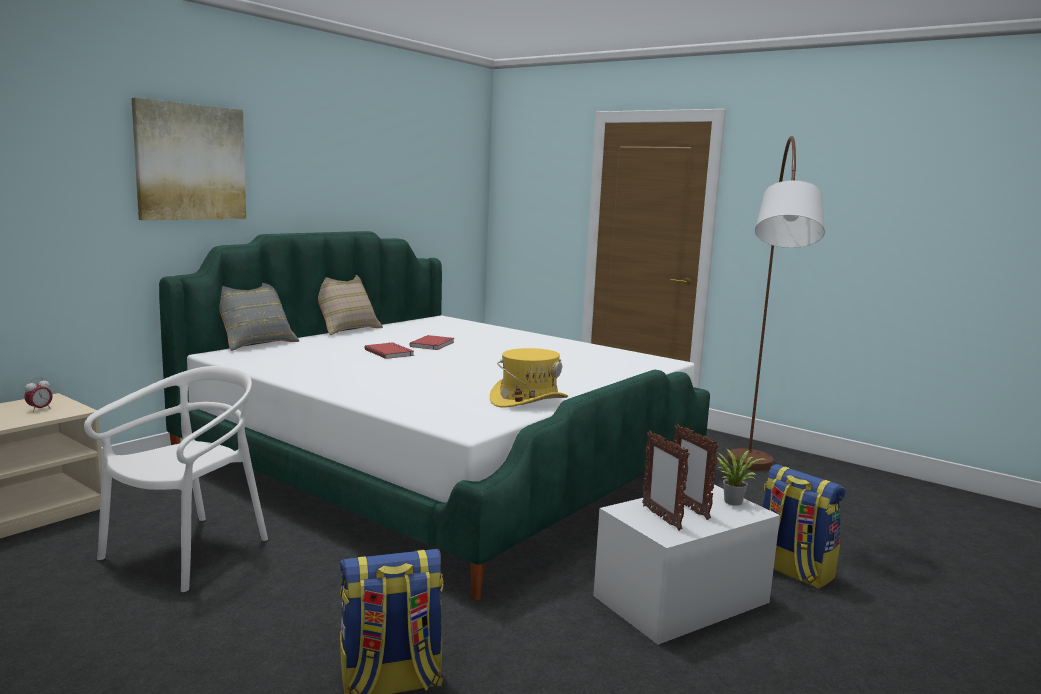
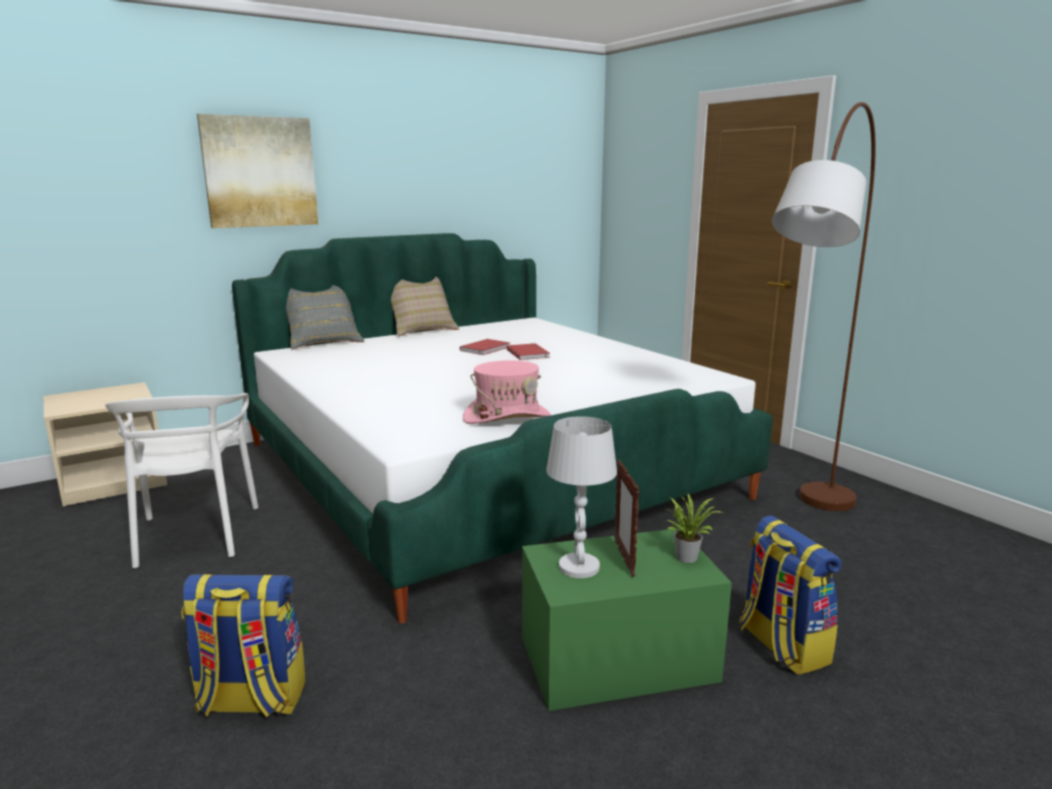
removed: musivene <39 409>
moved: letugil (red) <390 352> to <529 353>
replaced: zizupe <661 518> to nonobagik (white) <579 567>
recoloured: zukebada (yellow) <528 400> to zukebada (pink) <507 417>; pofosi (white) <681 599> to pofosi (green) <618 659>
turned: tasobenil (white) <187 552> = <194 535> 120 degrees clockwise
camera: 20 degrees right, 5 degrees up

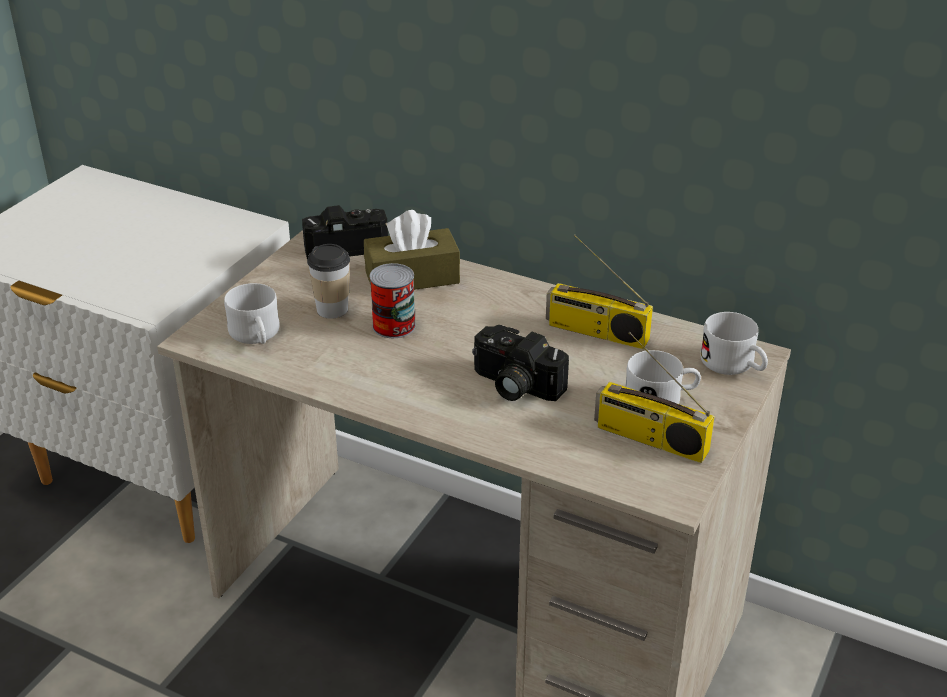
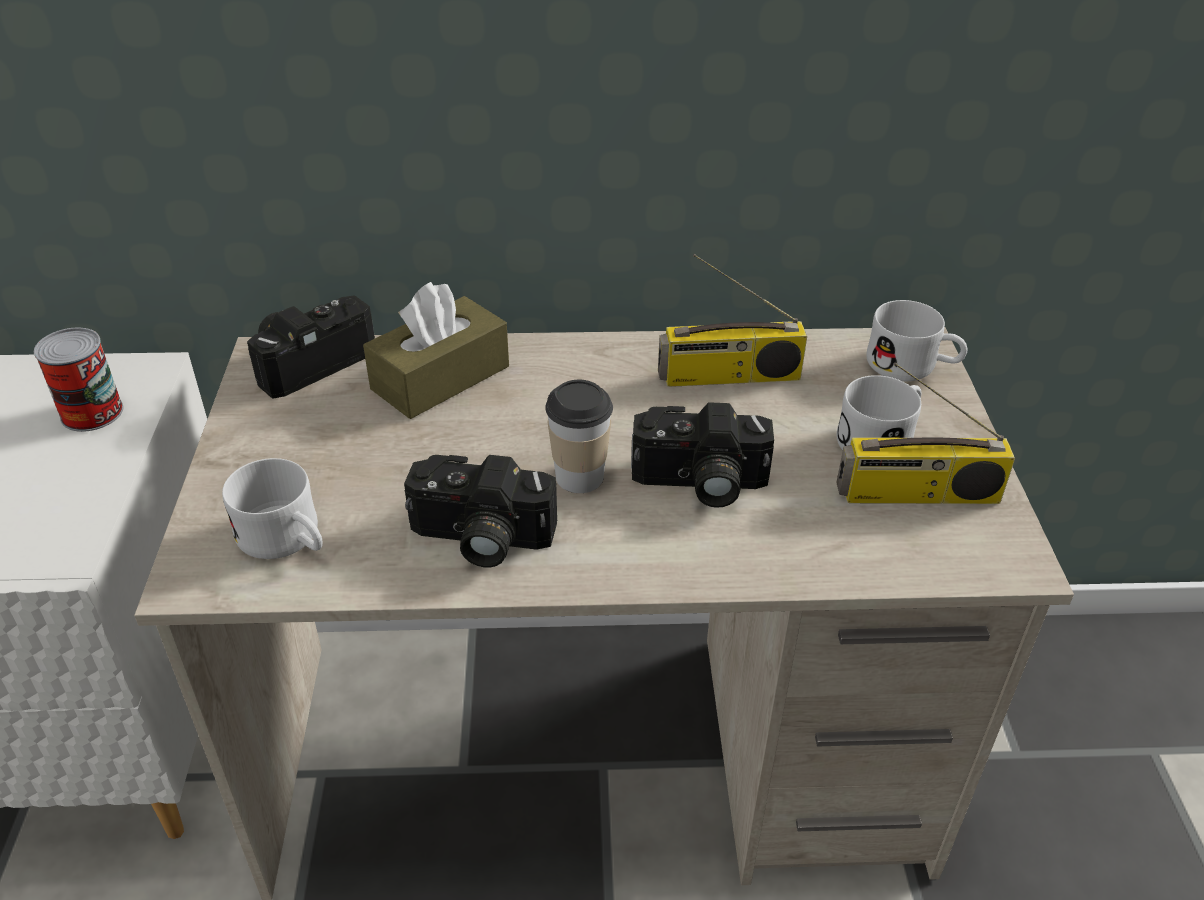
added: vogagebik <479 539>
moved: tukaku <332 309> to <579 476>; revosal <394 326> to <92 412>
camera: 30 degrees left, 5 degrees up

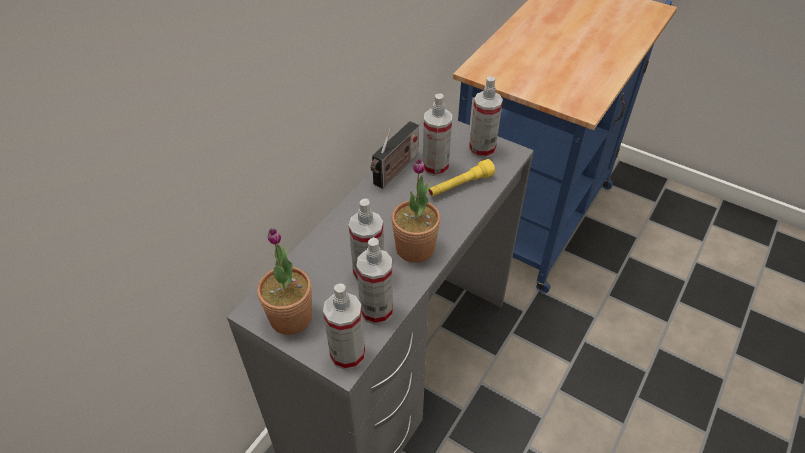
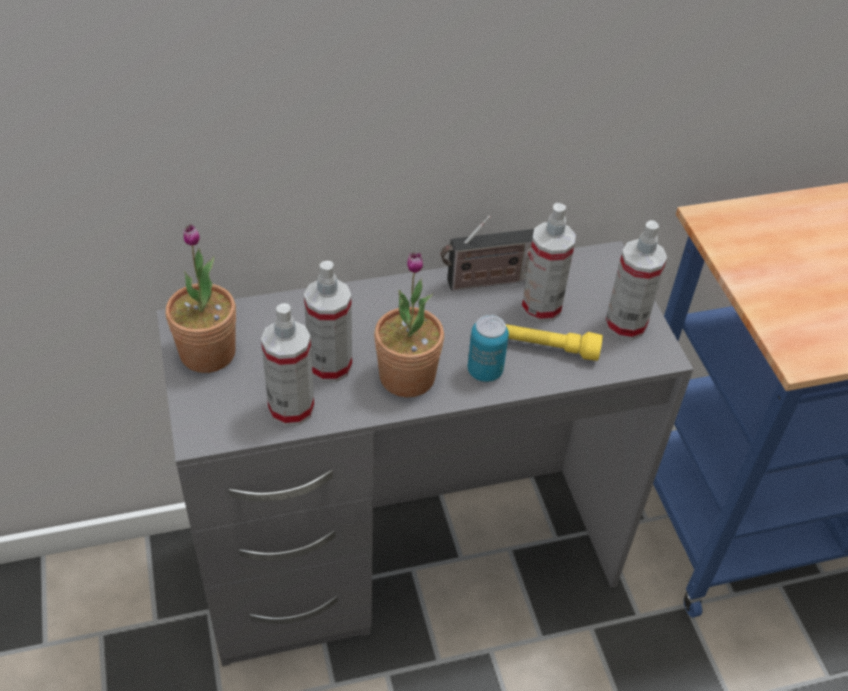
removed: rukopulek <347 354>
added: revosal <485 371>
camera: 40 degrees right, 0 degrees up

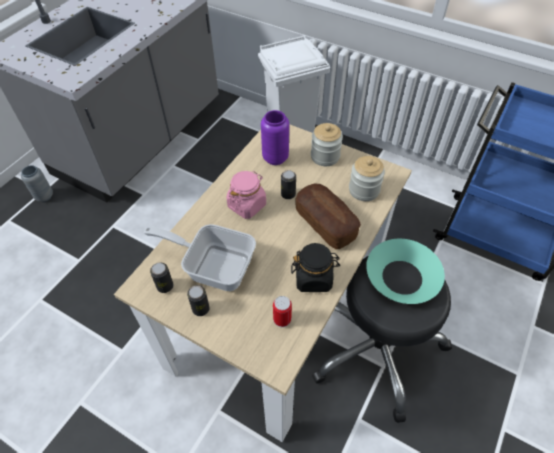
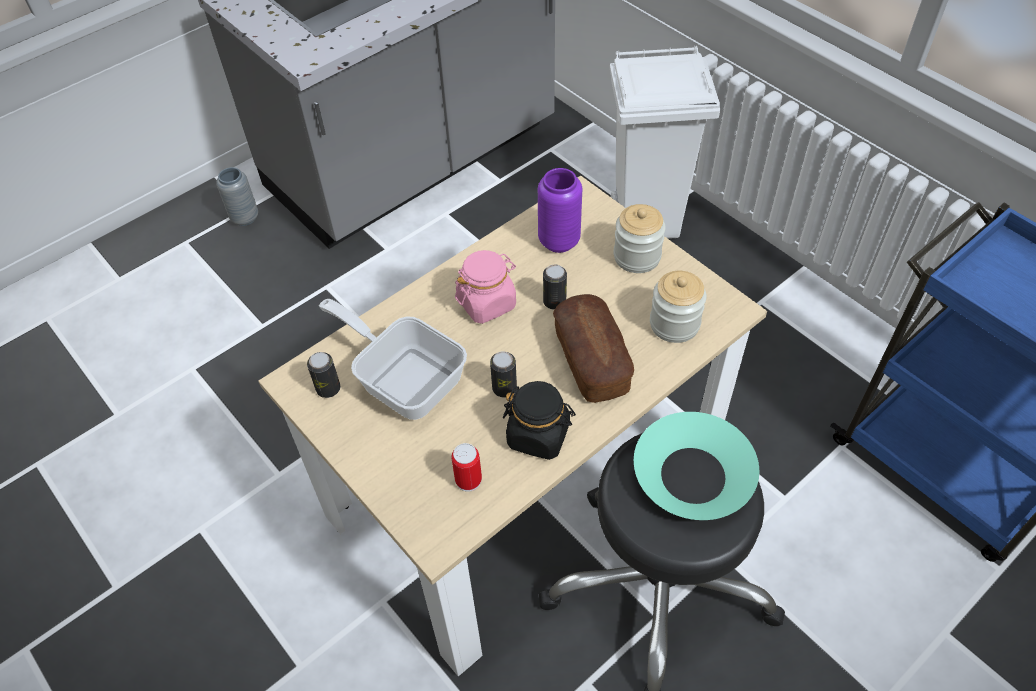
moved: revosal <201 309> to <504 388>
camera: 20 degrees right, 0 degrees up

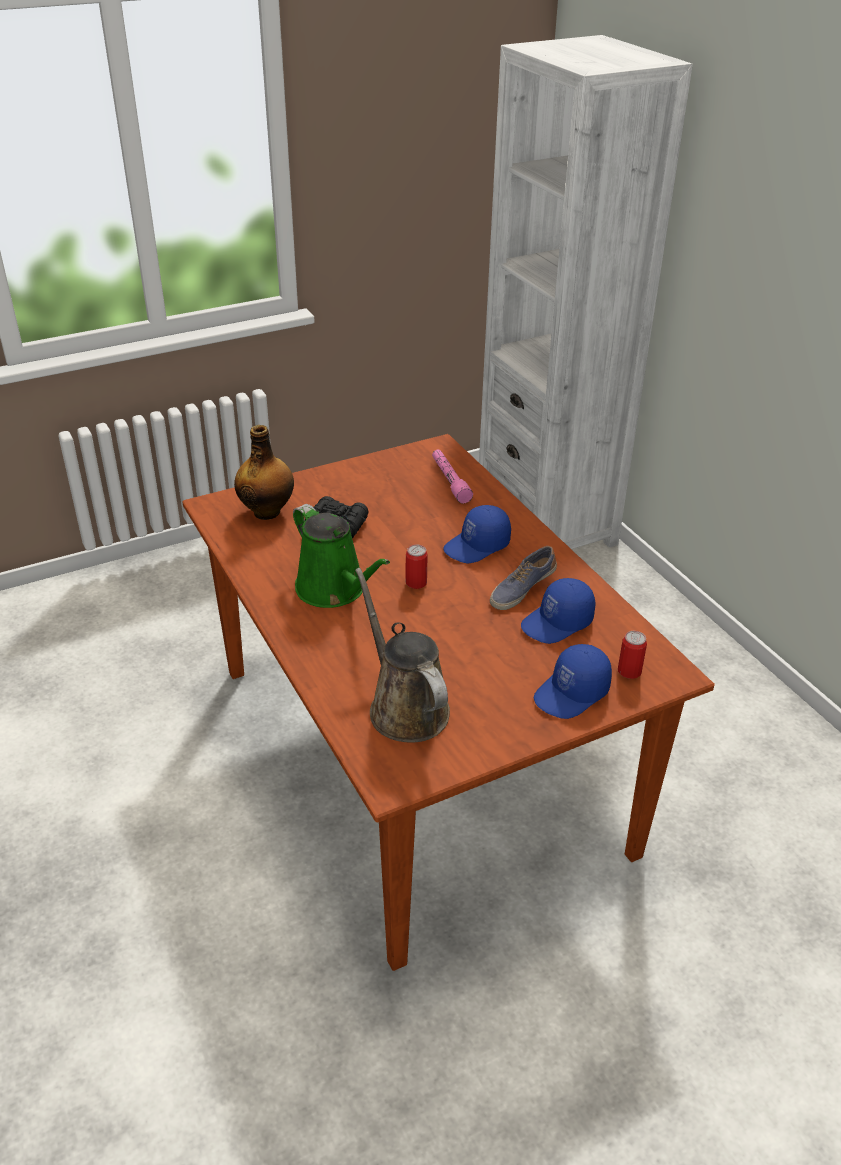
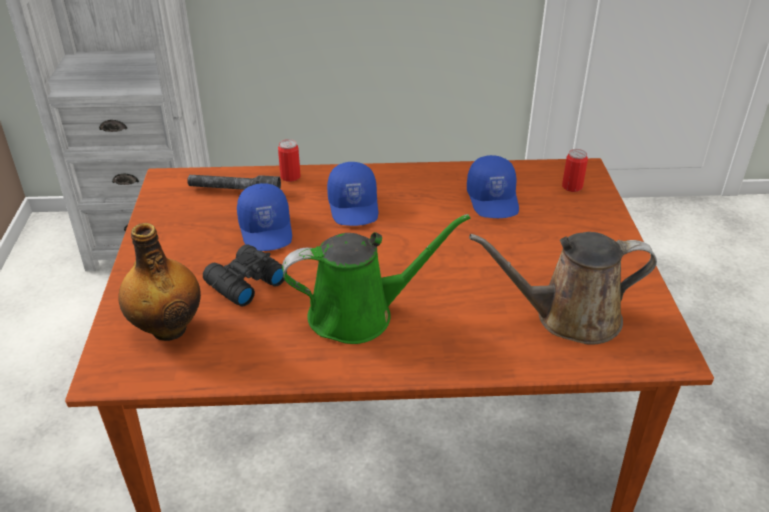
removed: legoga <521 589>
moved: revosal <416 583> to <290 177>; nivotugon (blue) <572 694> to <267 230>
recoloured: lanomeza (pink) <450 481> to lanomeza (grey) <234 190>
camera: 65 degrees left, 0 degrees up

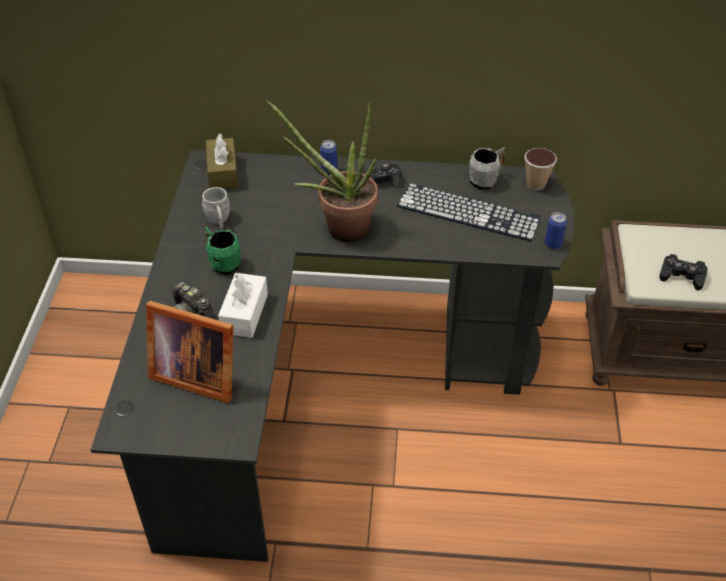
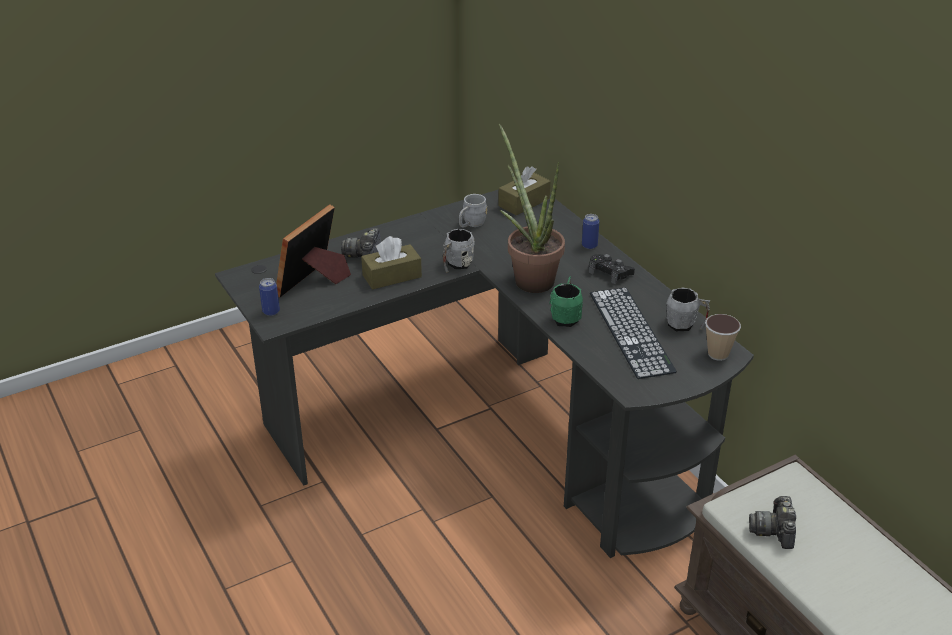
added: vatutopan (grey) <456 265>
moved: vatutopan (green) <222 263> to <566 316>; revosal <553 244> to <271 311>
replaced: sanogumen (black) <682 276> to vogagebik <774 531>
recoloured: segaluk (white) <244 313> to segaluk (brown) <392 276>
turned: zizupe <195 374> = <315 281> 45 degrees clockwise
camera: 55 degrees right, 10 degrees down

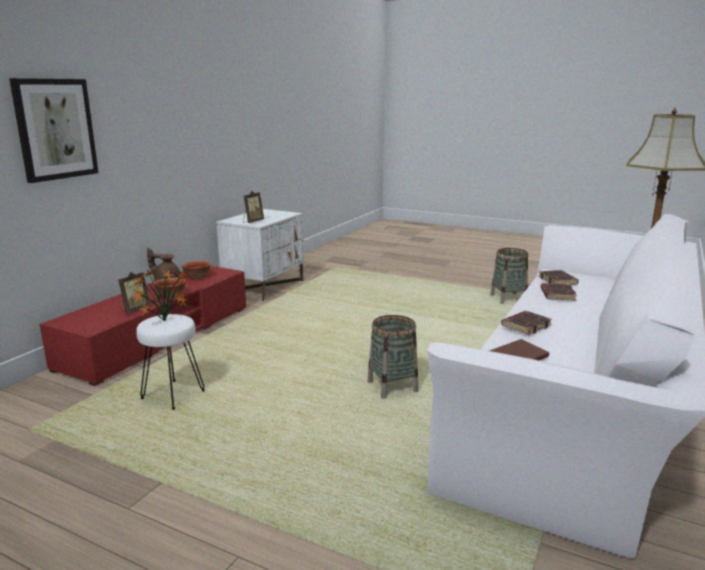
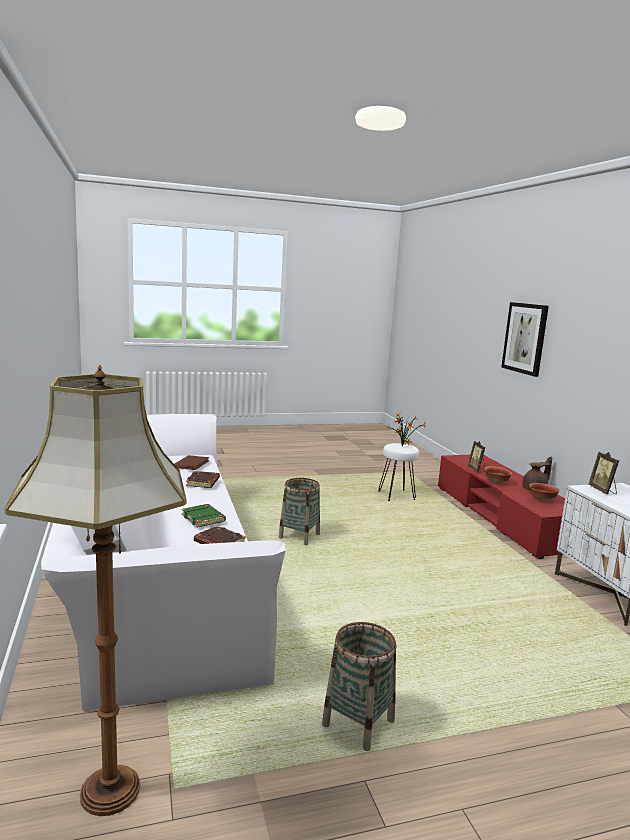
recoloured: letugil (brown) <556 295> to letugil (green) <204 519>
camera: 135 degrees right, 5 degrees down

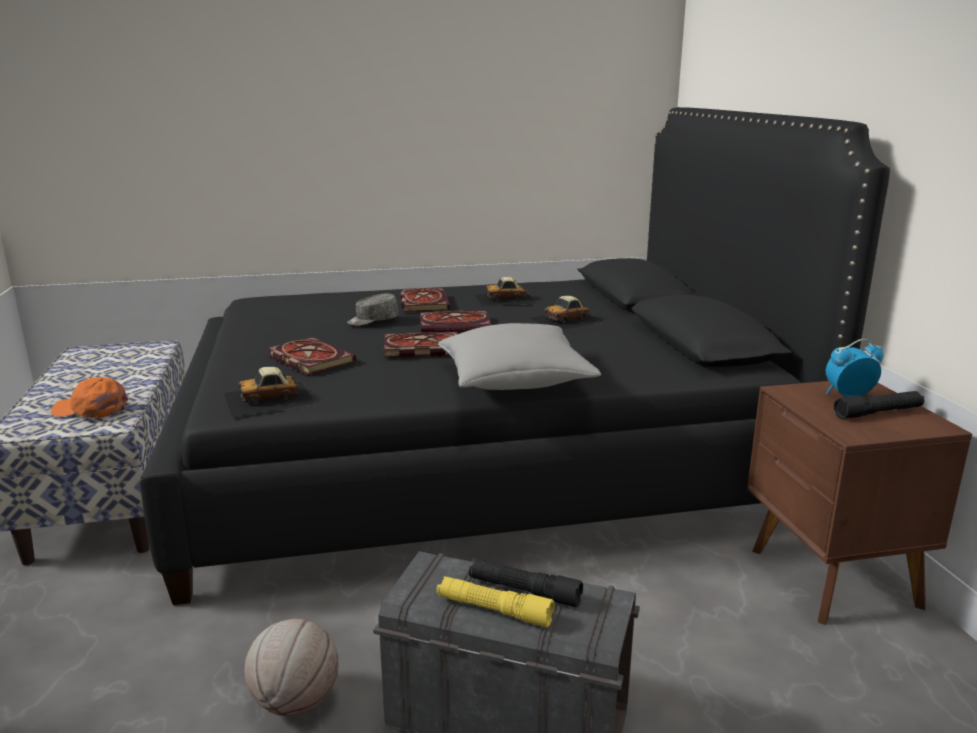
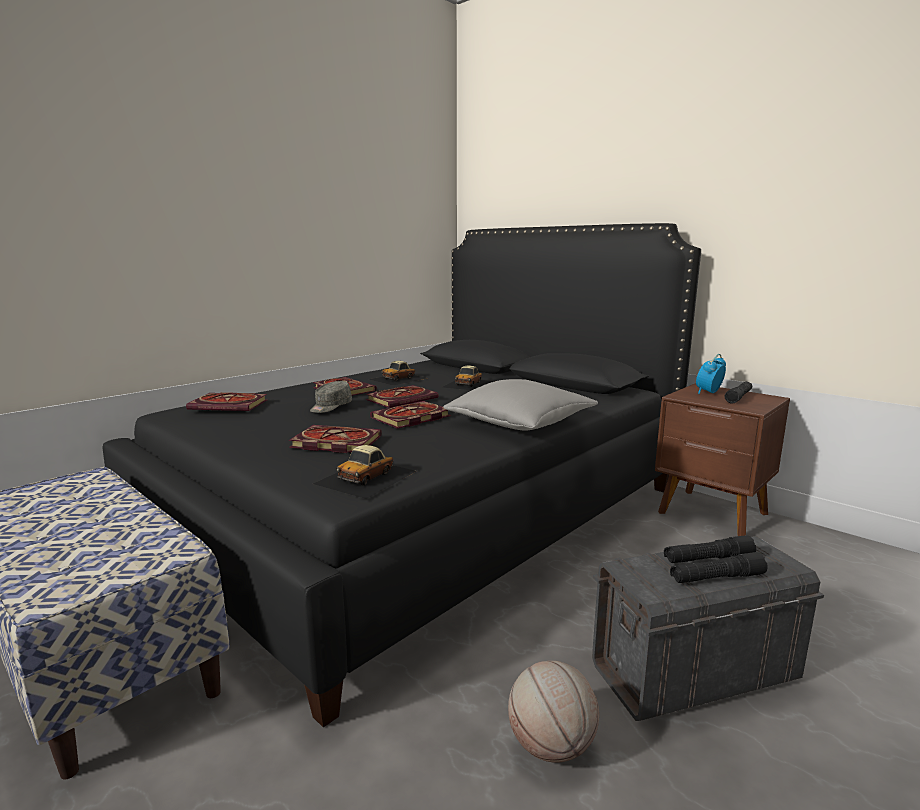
removed: nivotugon (orange) <91 409>
added: letugil <231 405>
recoloured: lanomeza (yellow) <494 610> to lanomeza (black) <716 578>
camera: 35 degrees left, 5 degrees down

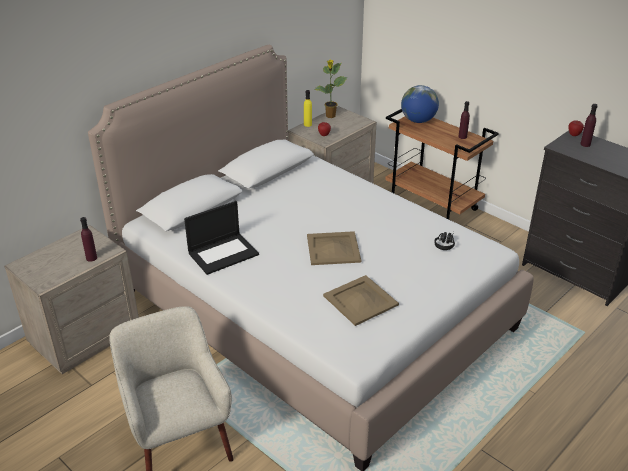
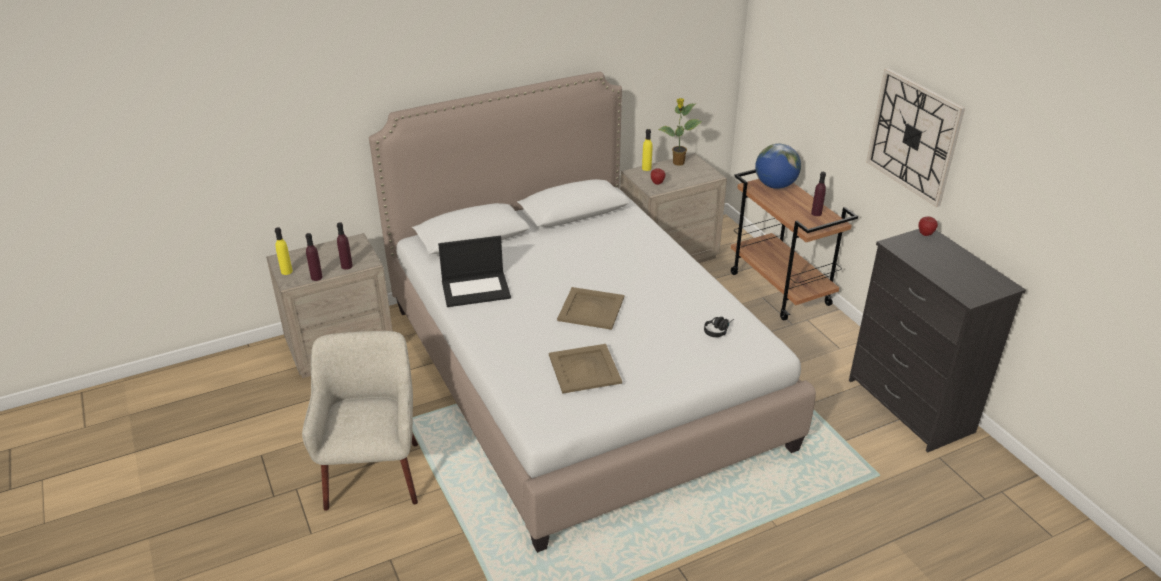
added: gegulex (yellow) <286 271>; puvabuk <913 136>
moved: gegulex (purple) <585 144> to <316 277>
camera: 20 degrees right, 0 degrees up

